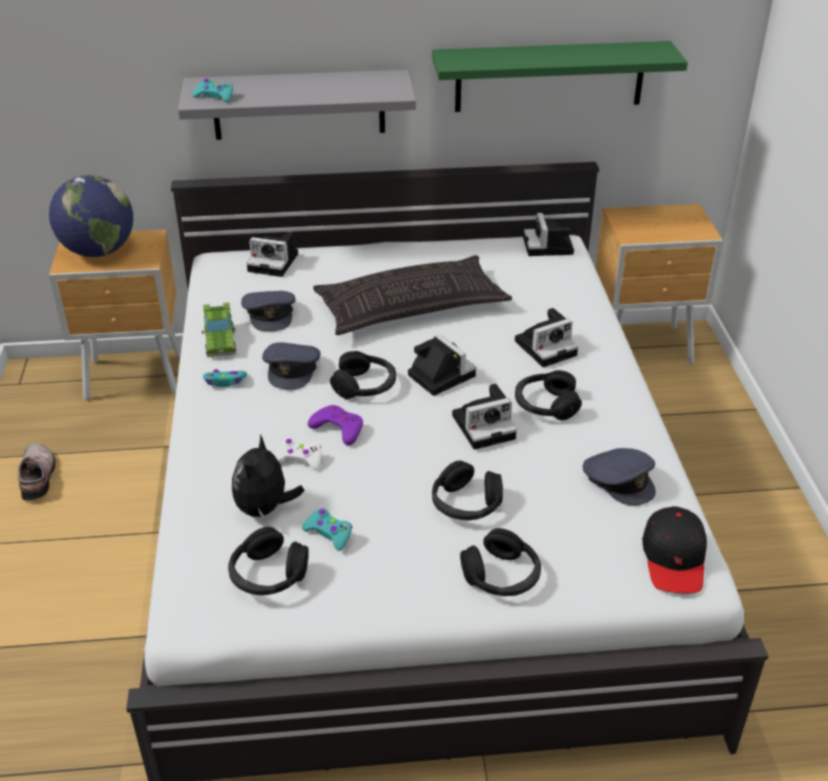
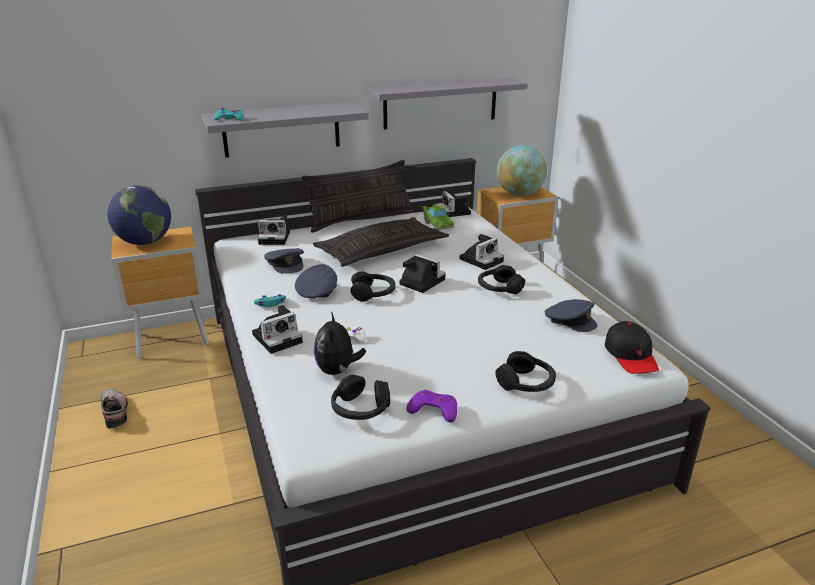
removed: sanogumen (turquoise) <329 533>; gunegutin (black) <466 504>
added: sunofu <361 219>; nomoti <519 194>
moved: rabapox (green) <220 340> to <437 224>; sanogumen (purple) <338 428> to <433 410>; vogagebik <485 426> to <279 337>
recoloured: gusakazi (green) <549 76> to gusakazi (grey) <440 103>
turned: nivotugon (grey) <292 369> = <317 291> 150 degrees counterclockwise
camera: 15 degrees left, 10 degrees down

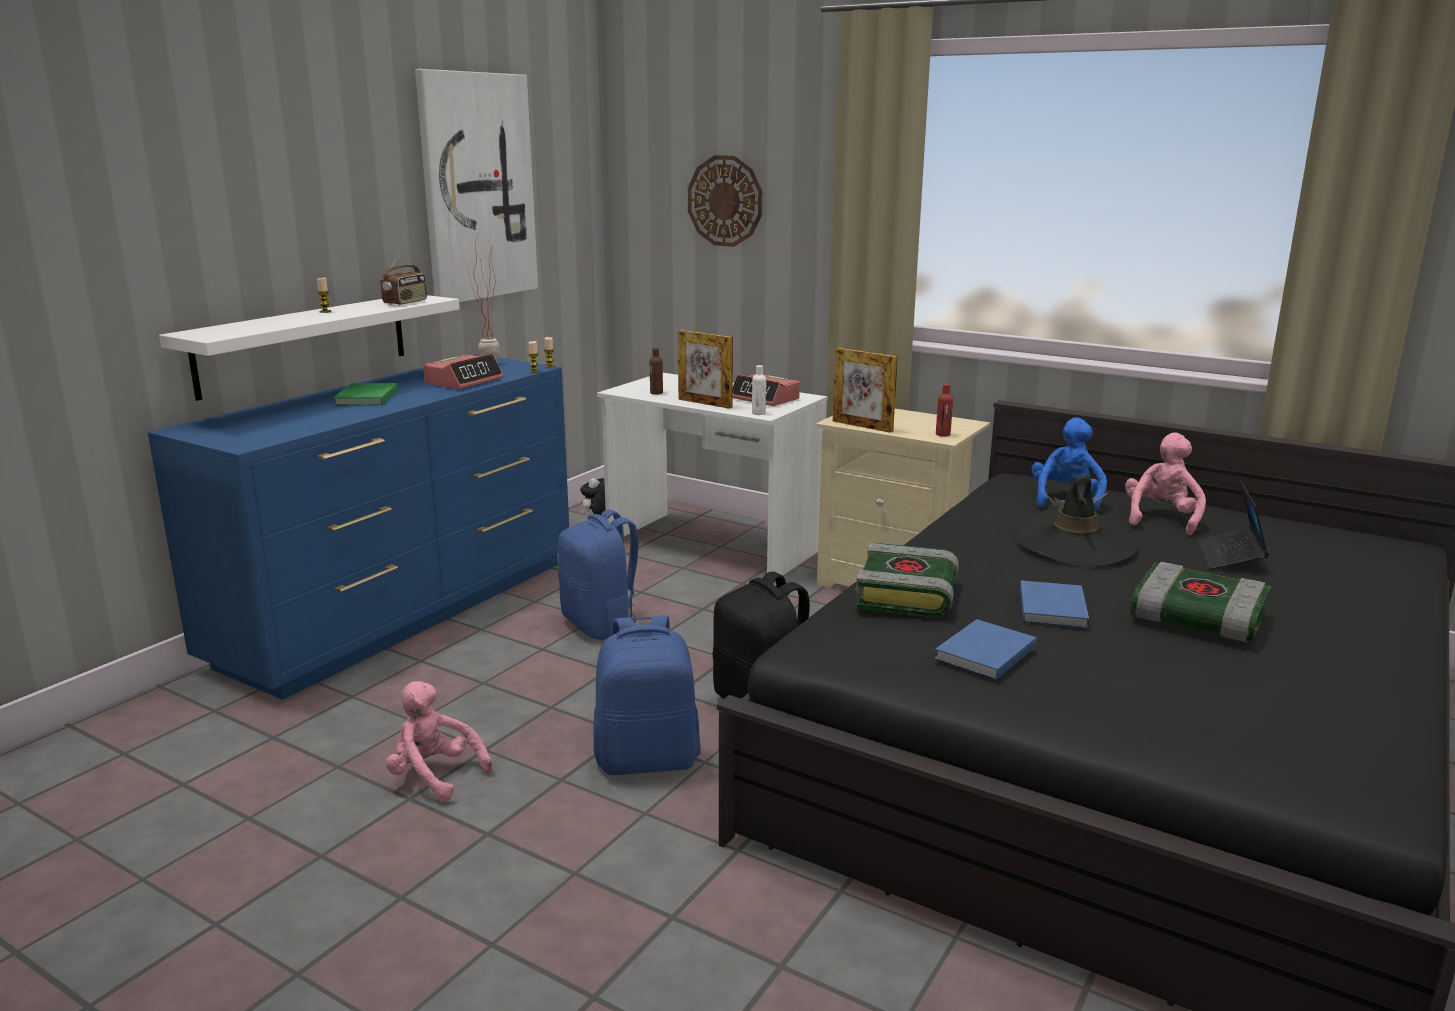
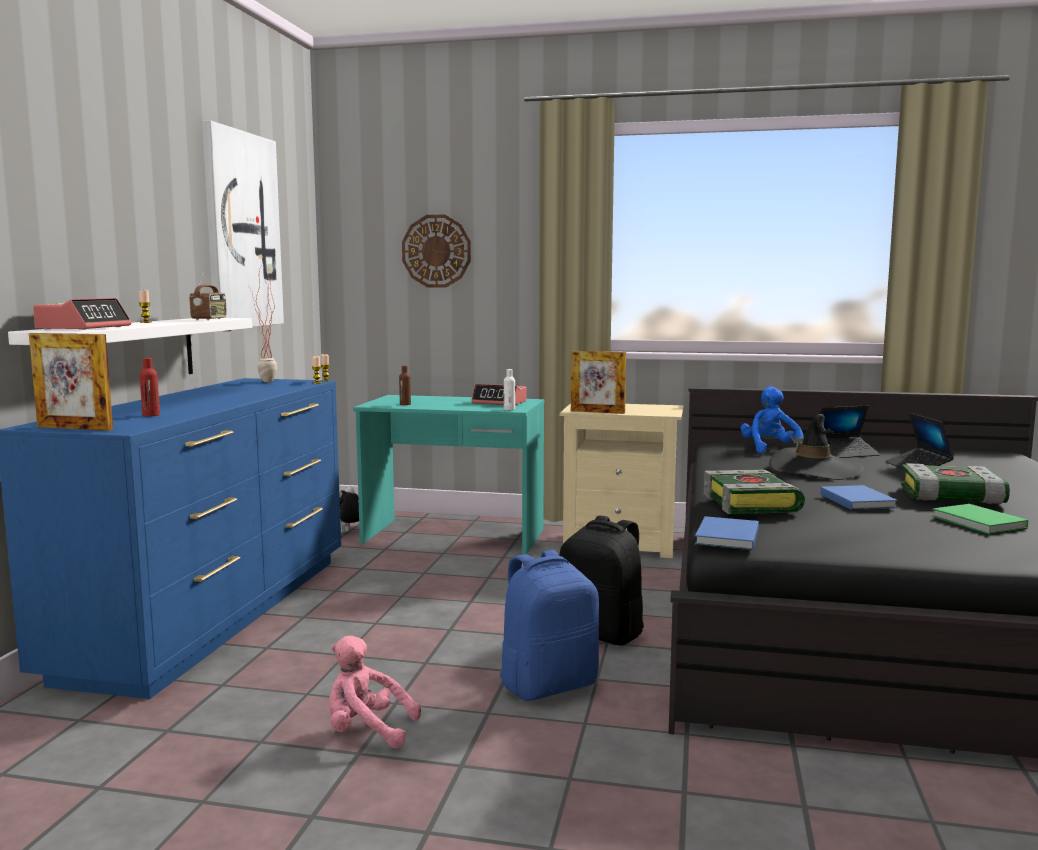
removed: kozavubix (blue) <602 625>
moved: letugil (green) <365 398> to <979 523>; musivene <464 381> to <84 328>; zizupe <705 403> to <74 428>; letugil (blue) <983 653> to <726 537>; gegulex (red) <943 434> to <151 415>
replaced: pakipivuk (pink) <1161 519> to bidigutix <845 453>
recoloured: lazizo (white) <712 547> to lazizo (turquoise) <454 536>
camera: 20 degrees left, 10 degrees down

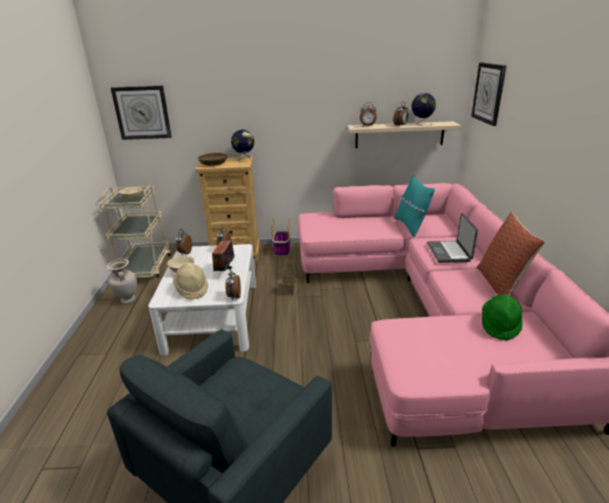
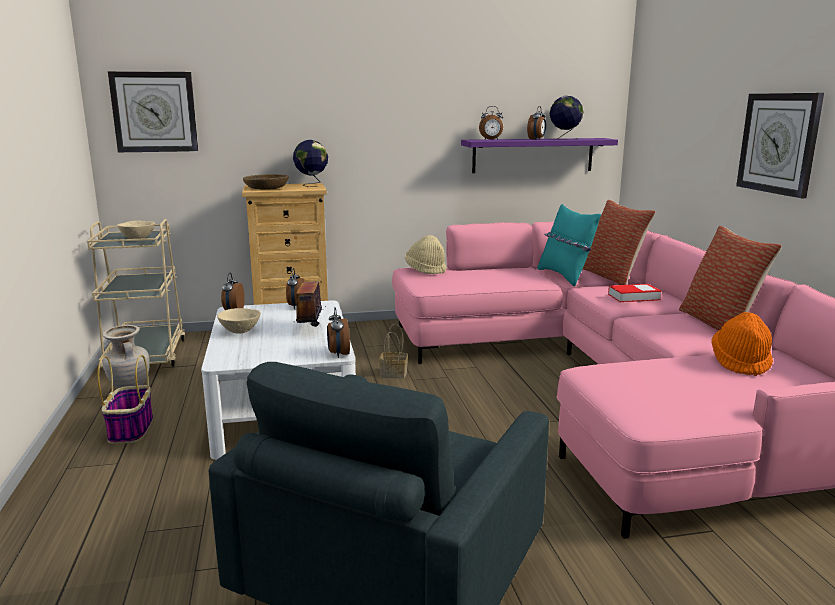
added: sunofu <612 277>
moved: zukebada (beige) <192 289> to <426 270>; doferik <282 250> to <131 429>; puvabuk <489 93> to <779 143>
replaced: bidigutix <449 252> to letugil <634 297>
recoloured: gusakazi (beige) <399 135> to gusakazi (purple) <533 155>; zukebada (green) <500 326> to zukebada (orange) <740 363>
camera: 10 degrees left, 10 degrees down

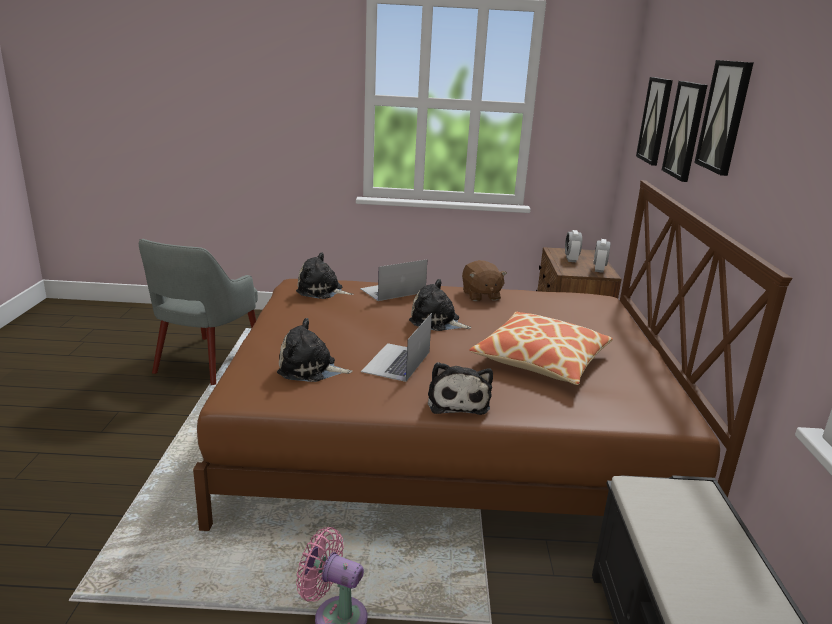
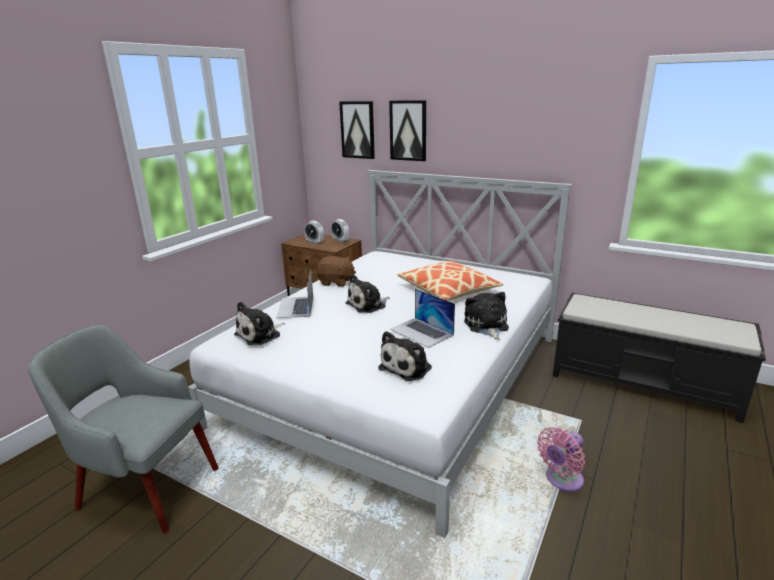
removed: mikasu <724 116>
recoloured: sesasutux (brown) <449 435> to sesasutux (white) <397 379>
turned: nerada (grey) <206 362> = <146 487> 150 degrees clockwise; pakipivuk <458 401> = <486 326> 120 degrees counterclockwise
camera: 60 degrees left, 0 degrees up

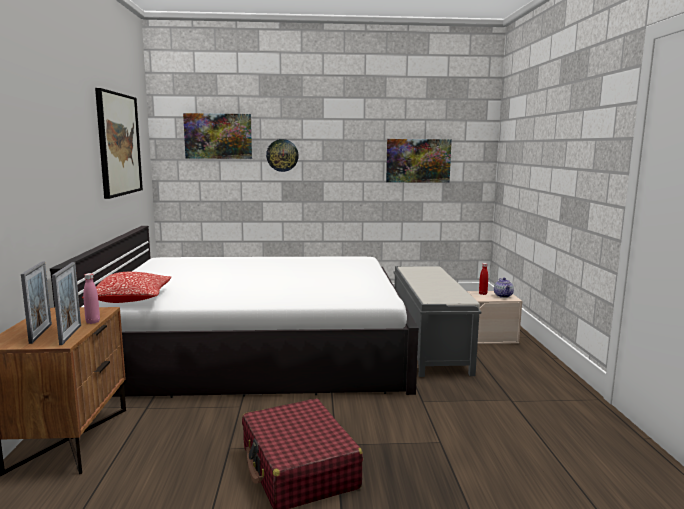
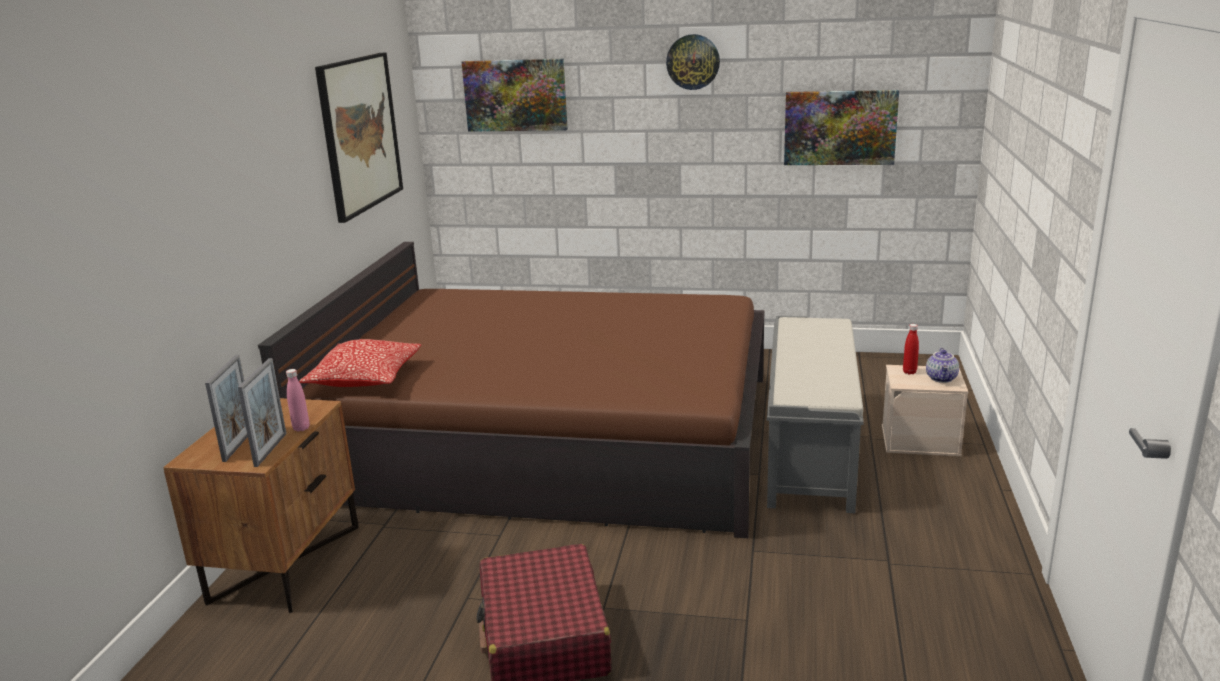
moved: puvabuk <282 155> to <693 62>
recoloured: sesasutux (white) <255 347> to sesasutux (brown) <550 436>
camera: 15 degrees right, 10 degrees up

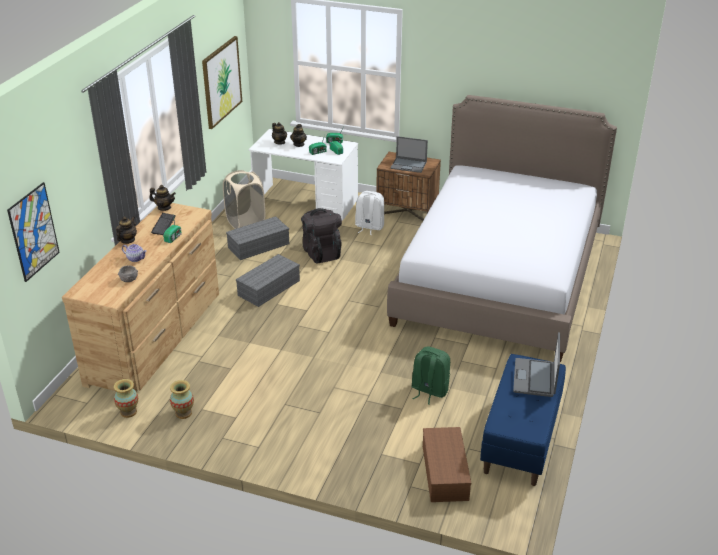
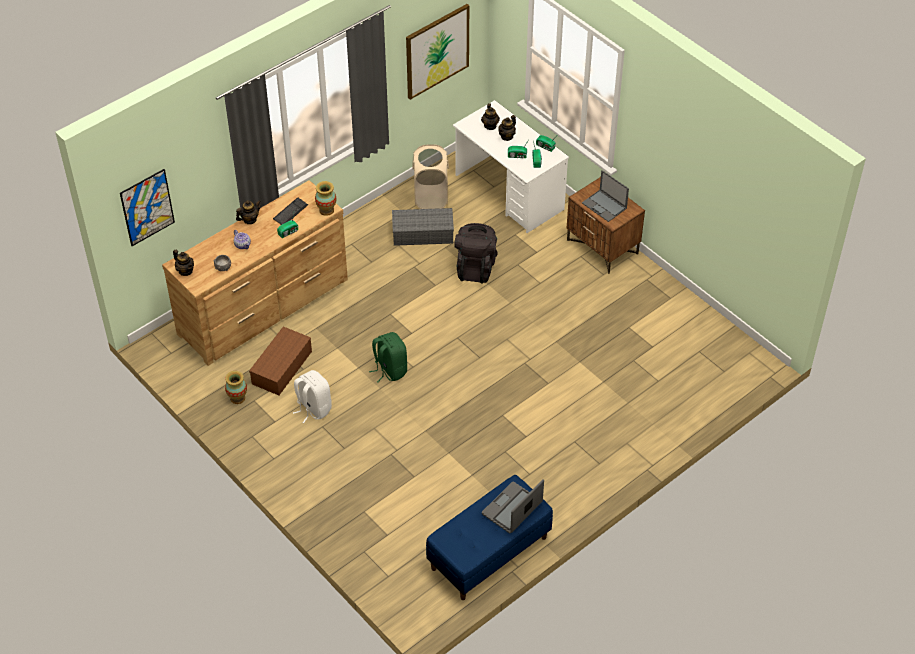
removed: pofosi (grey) <269 287>; sesasutux <499 277>
moved: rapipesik <128 412> to <326 210>; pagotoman <164 208> to <185 271>; kozavubix (white) <369 227> to <313 408>; kozavubix (green) <429 390> to <389 370>; pofosi (brown) <446 473> to <282 368>
camera: 30 degrees right, 15 degrees up

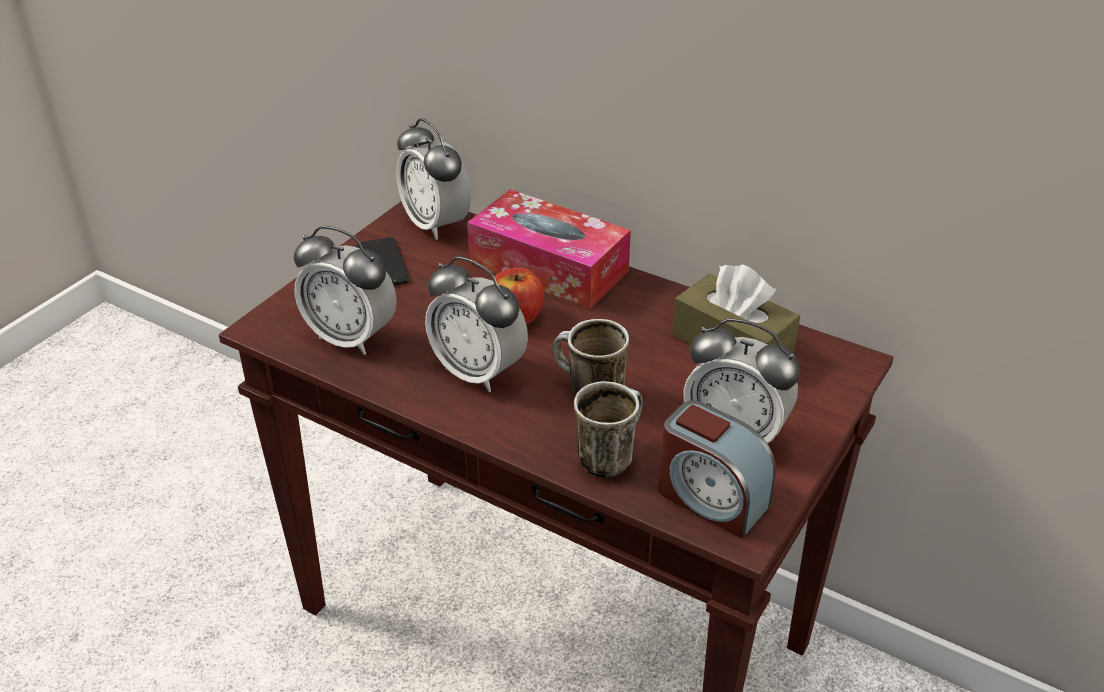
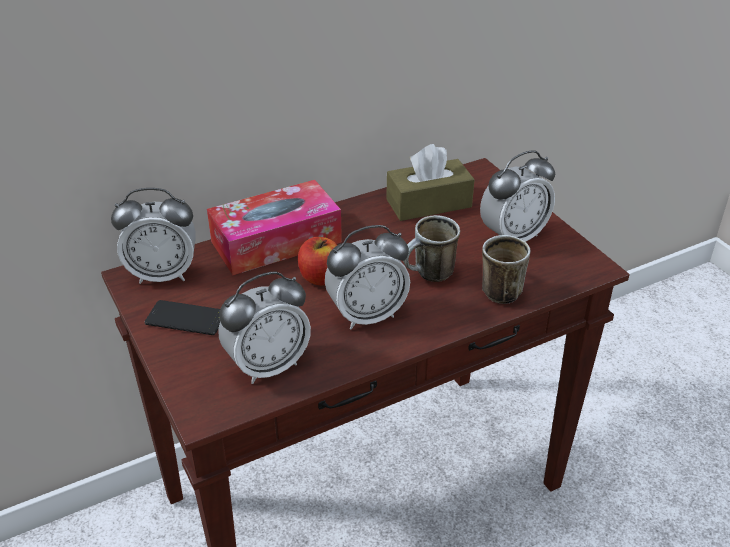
removed: musivene <711 498>
camera: 60 degrees left, 0 degrees up

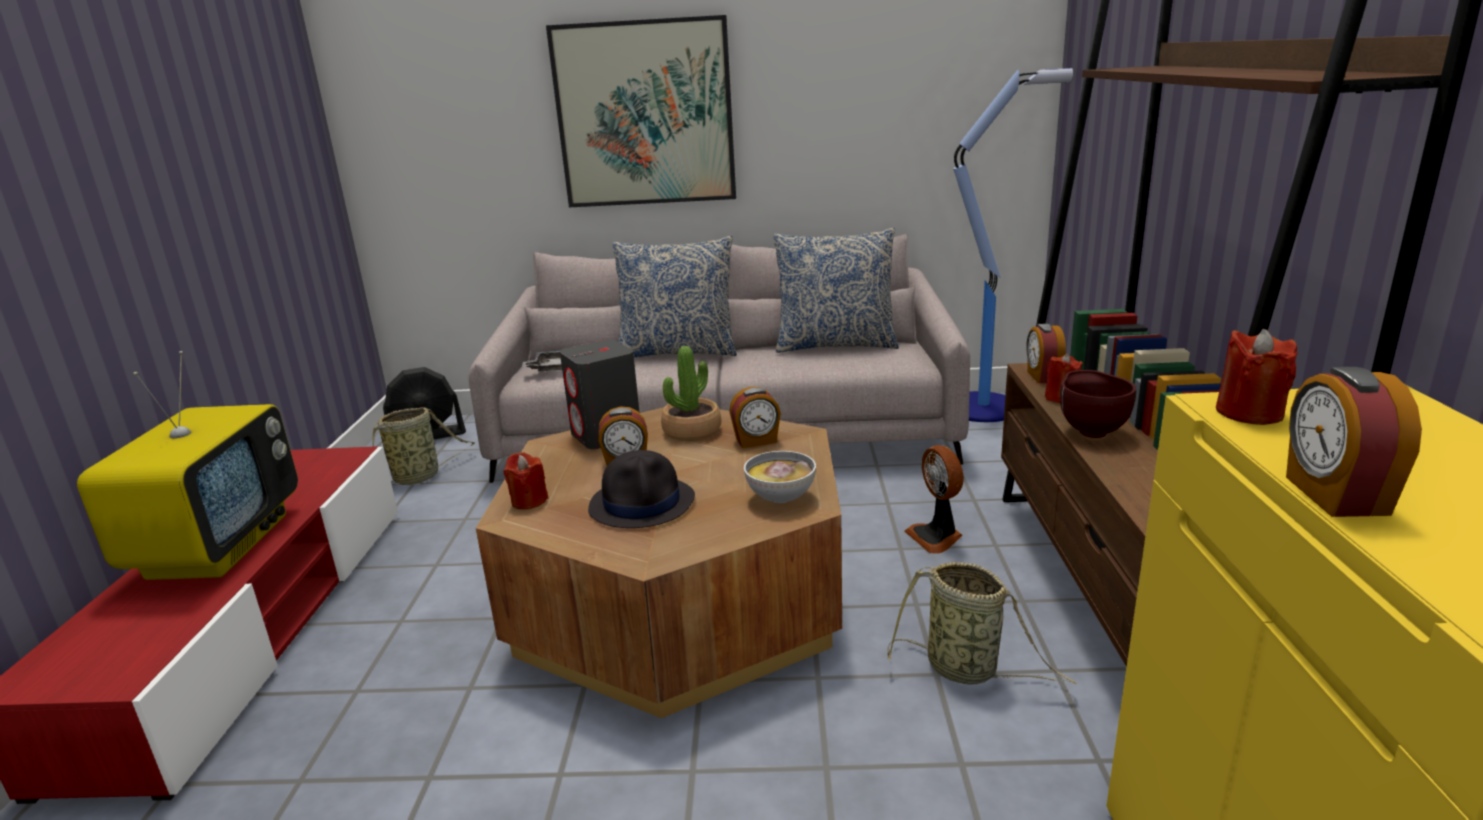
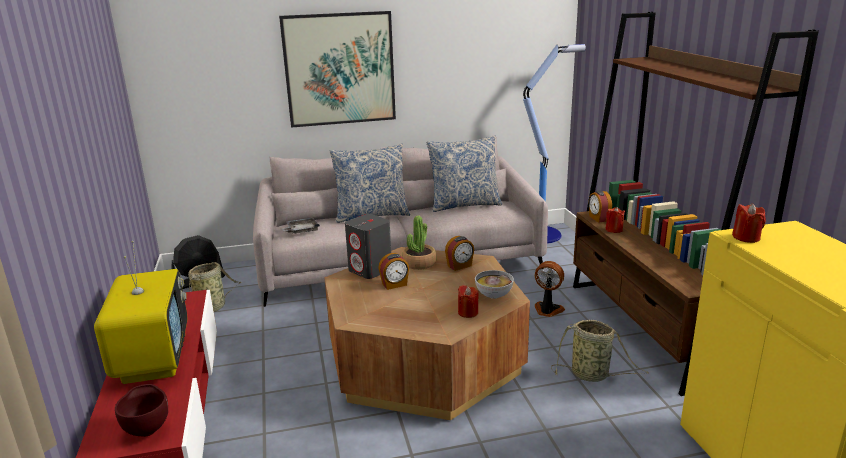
removed: zukebada (black) <643 503>; musivene <1333 495>
moved: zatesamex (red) <529 501> to <468 312>; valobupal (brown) <1091 431> to <147 429>
turned: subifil <936 537> = <547 310> 150 degrees clockwise
camera: 15 degrees left, 0 degrees up

